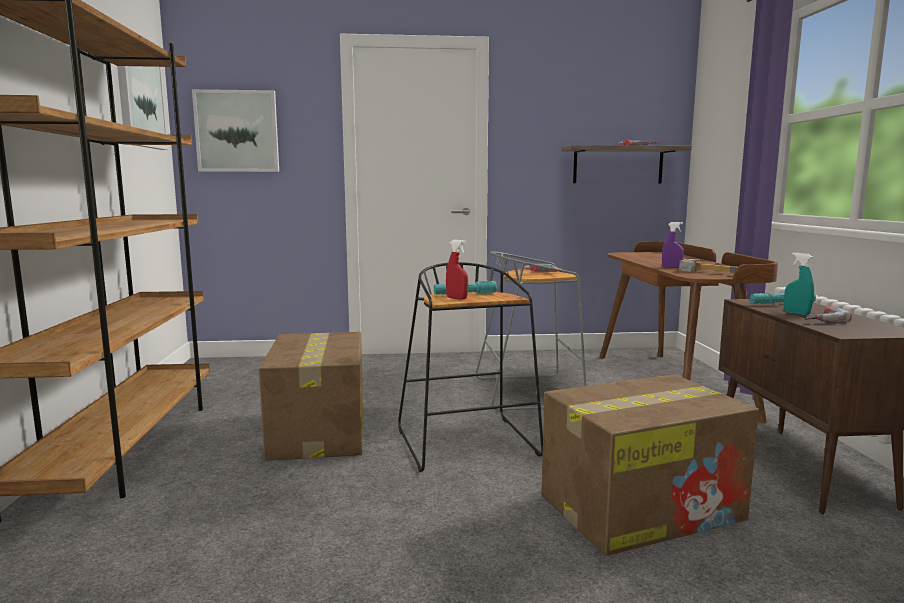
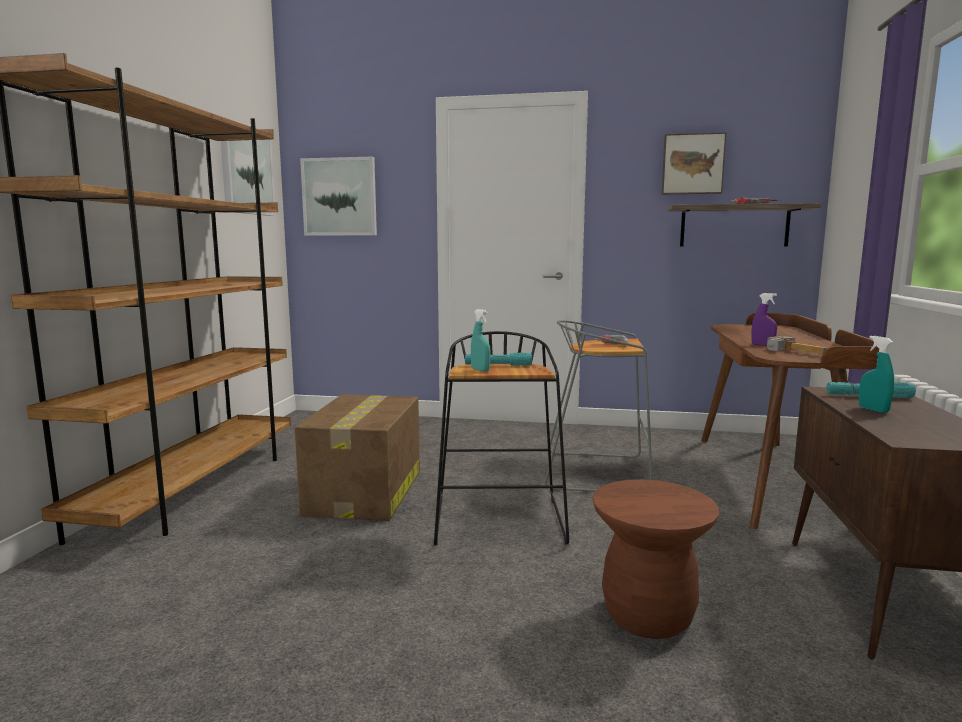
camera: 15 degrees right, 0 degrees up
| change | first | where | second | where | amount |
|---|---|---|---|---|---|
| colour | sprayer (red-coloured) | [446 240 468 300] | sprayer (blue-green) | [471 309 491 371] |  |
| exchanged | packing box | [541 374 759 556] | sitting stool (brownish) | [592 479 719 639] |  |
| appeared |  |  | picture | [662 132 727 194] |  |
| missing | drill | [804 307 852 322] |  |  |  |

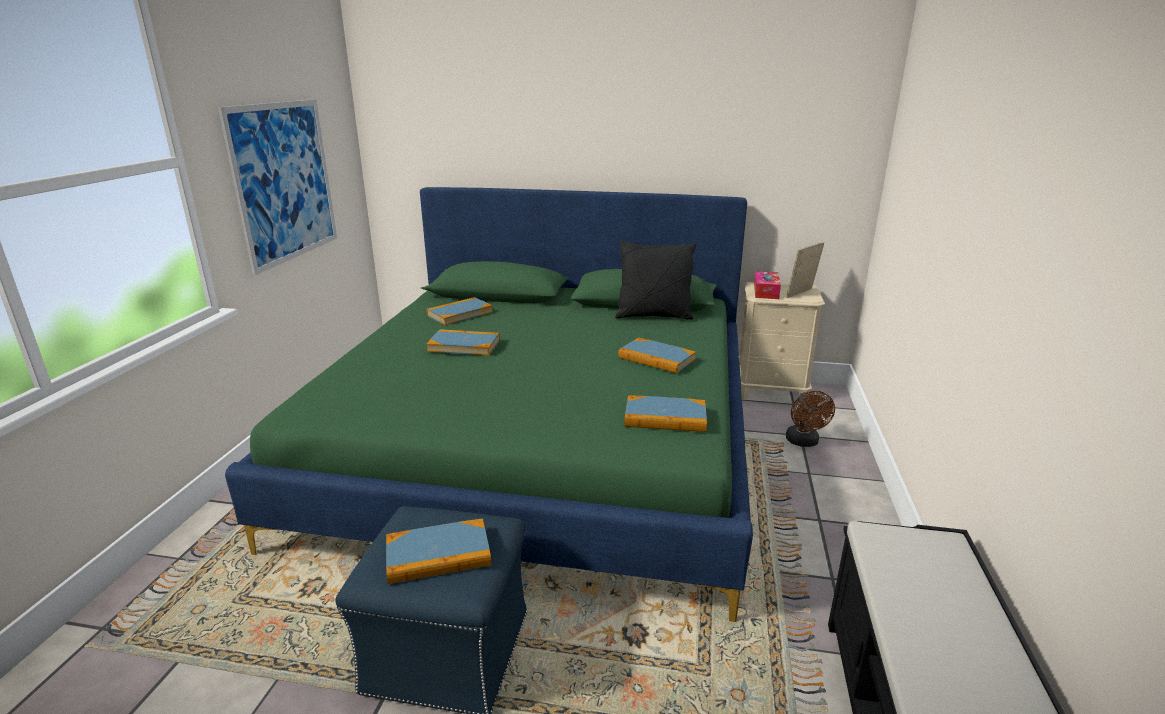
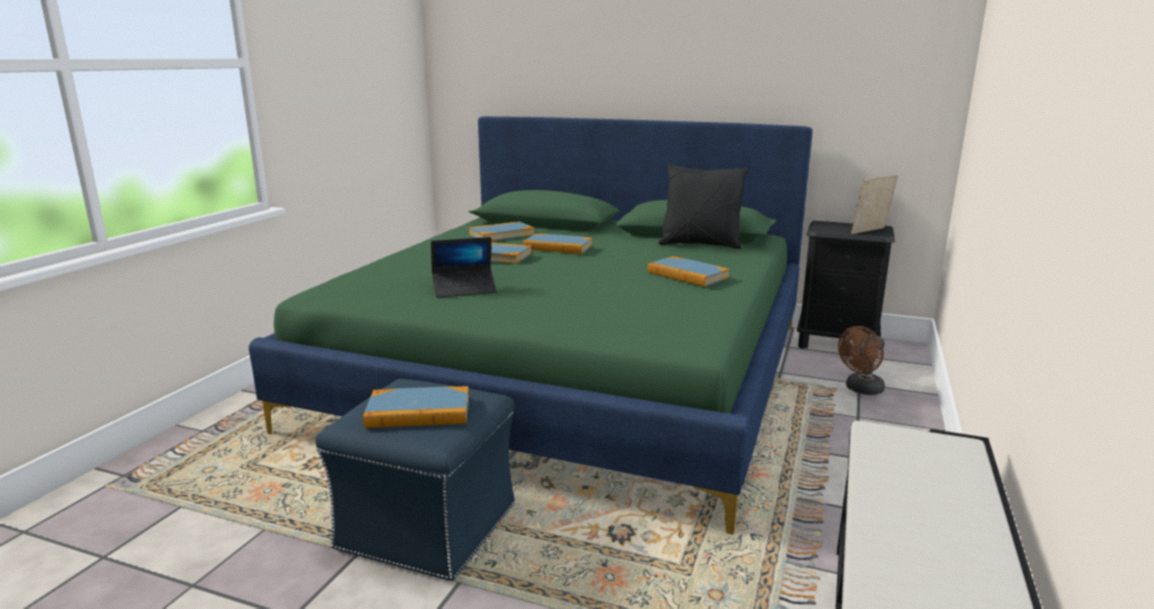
camera: 10 degrees right, 5 degrees down
| change | first | where | second | where | amount |
|---|---|---|---|---|---|
| appeared |  |  | portable computer | [431 237 497 298] |  |
| relocated | book | [624 395 707 432] |  | [523 233 593 254] |  |
| colour | night table (beige) | [739 282 825 400] | night table (black) | [797 221 895 349] |  |
| spun | cooling fan (brownish) | [786 391 835 447] |  | [838 326 885 395] | 45 degrees clockwise |
| missing | picture | [218 99 337 275] |  |  |  |
| missing | tissue holder | [754 271 781 299] |  |  |  |

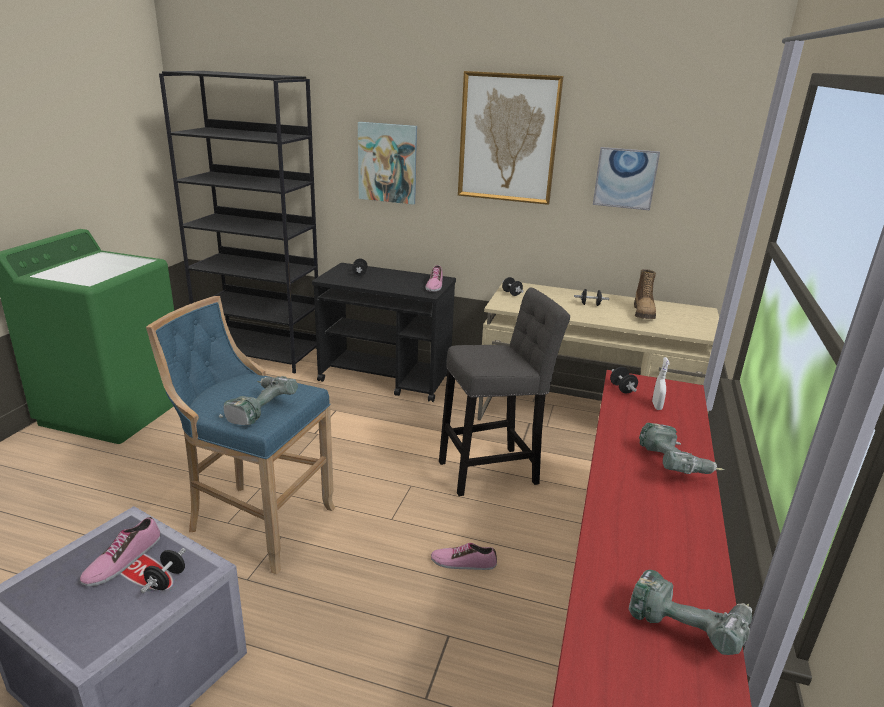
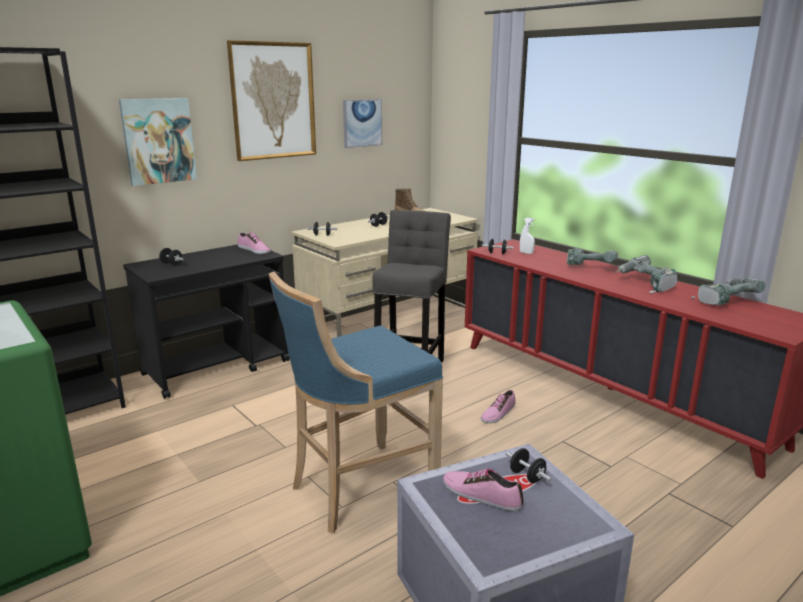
camera: 55 degrees left, 5 degrees down
| change | first | where | second | where | amount |
|---|---|---|---|---|---|
| spun | low shoe | [80 517 161 586] |  | [443 469 524 511] | 150 degrees clockwise |
| relocated | drill | [219 376 298 425] |  | [613 255 677 293] |  |

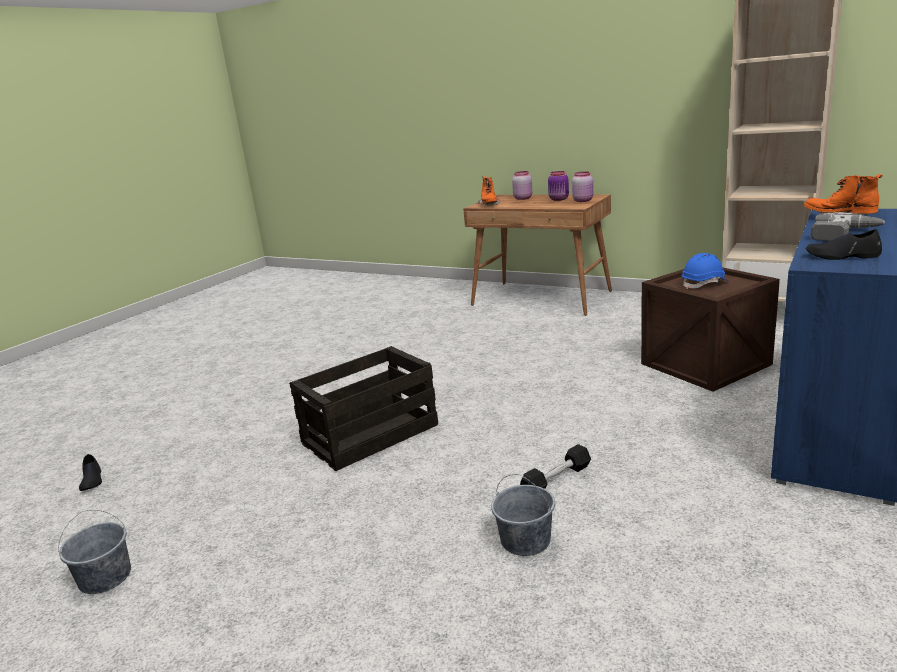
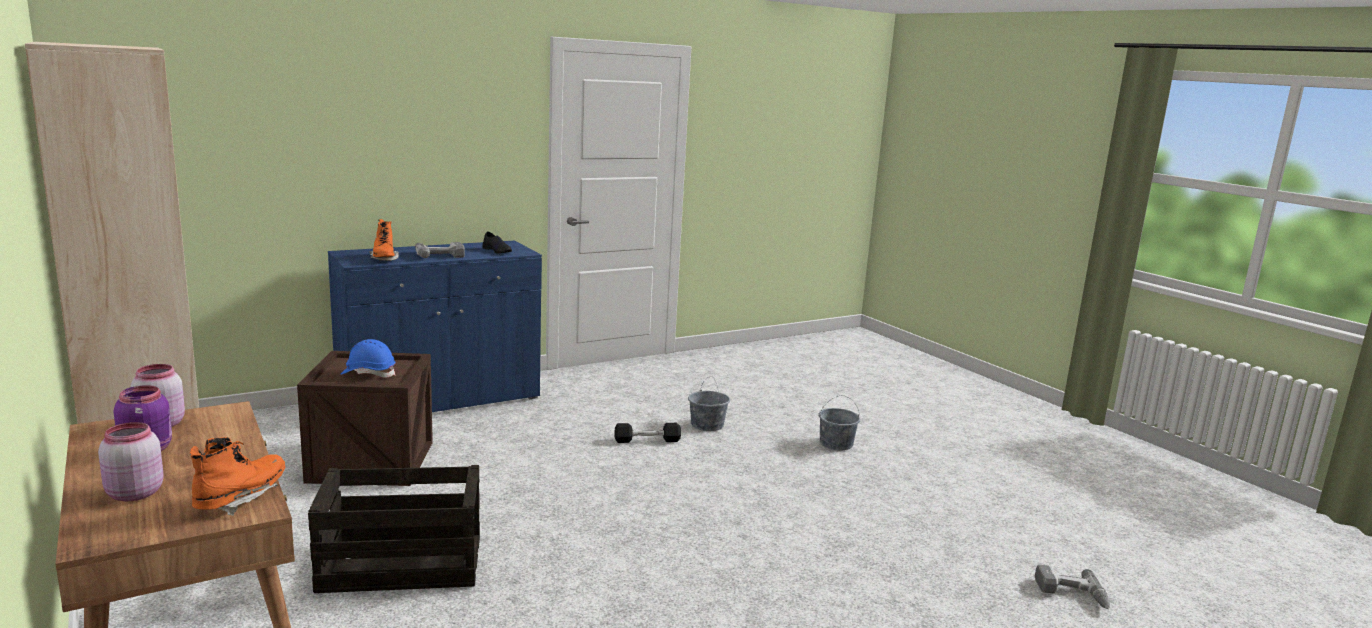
camera: 155 degrees left, 5 degrees down
| change | first | where | second | where | amount |
|---|---|---|---|---|---|
| relocated | packing crate | [289 346 438 471] |  | [308 465 480 593] |  |
| relocated | pail (greyish) | [58 510 131 594] |  | [819 395 860 450] |  |
| exchanged | low shoe (black) | [79 454 102 491] | drill | [1035 565 1110 609] |  |

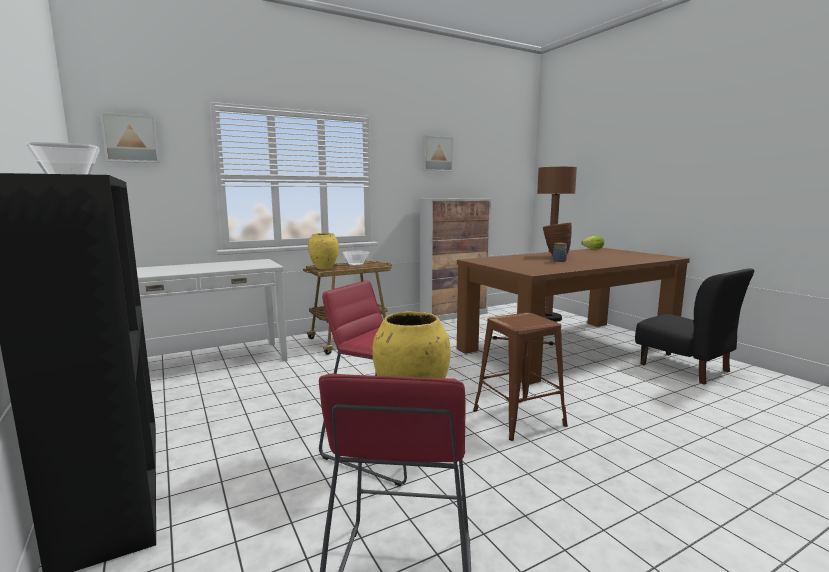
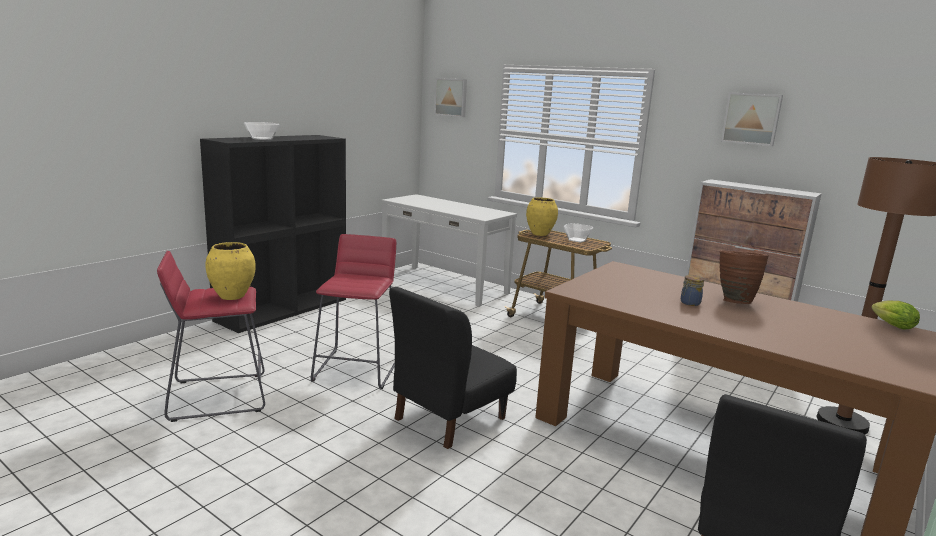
camera: 65 degrees right, 5 degrees up
| change | first | where | second | where | amount |
|---|---|---|---|---|---|
| exchanged | sitting stool (brownish) | [473 313 568 441] | plain chair (black) | [389 287 517 449] |  |

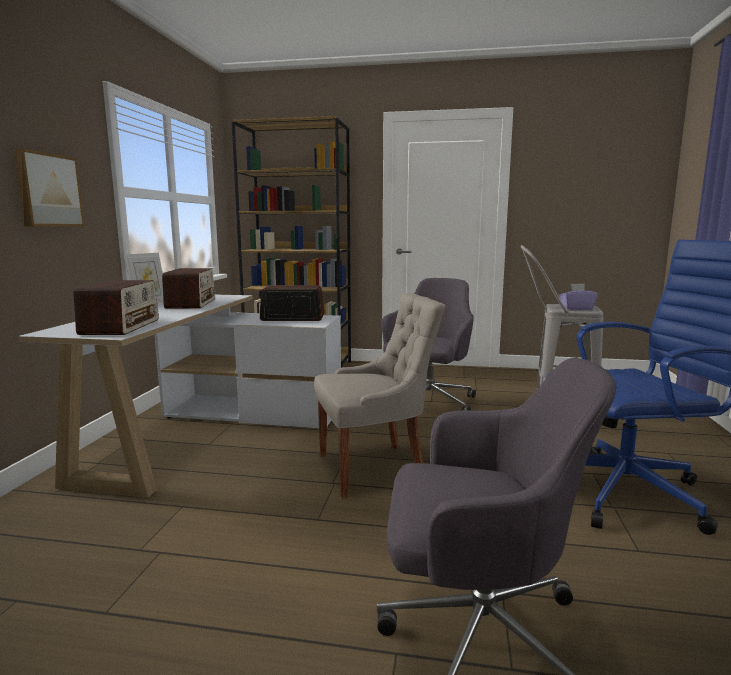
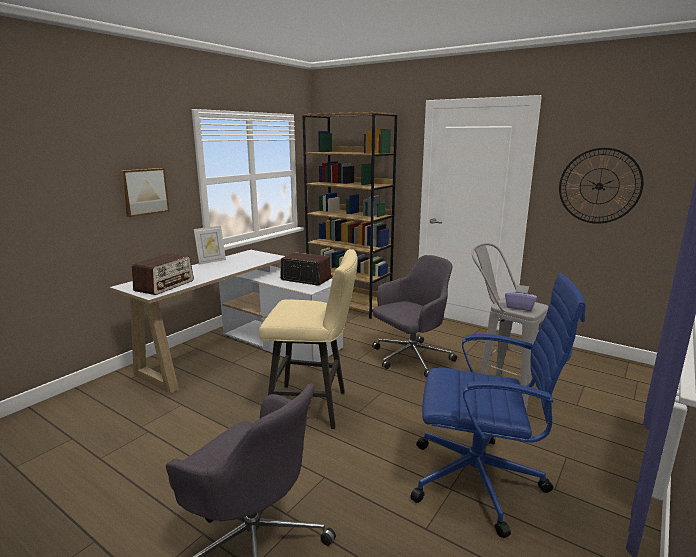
camera: 25 degrees right, 5 degrees up
| change | first | where | second | where | amount |
|---|---|---|---|---|---|
| exchanged | plain chair (greyish) | [314 293 445 498] | sitting stool (beige) | [259 249 358 429] |  |
| appeared |  |  | clock on the wall | [559 148 644 224] |  |
| missing | radio set | [162 268 216 309] |  |  |  |

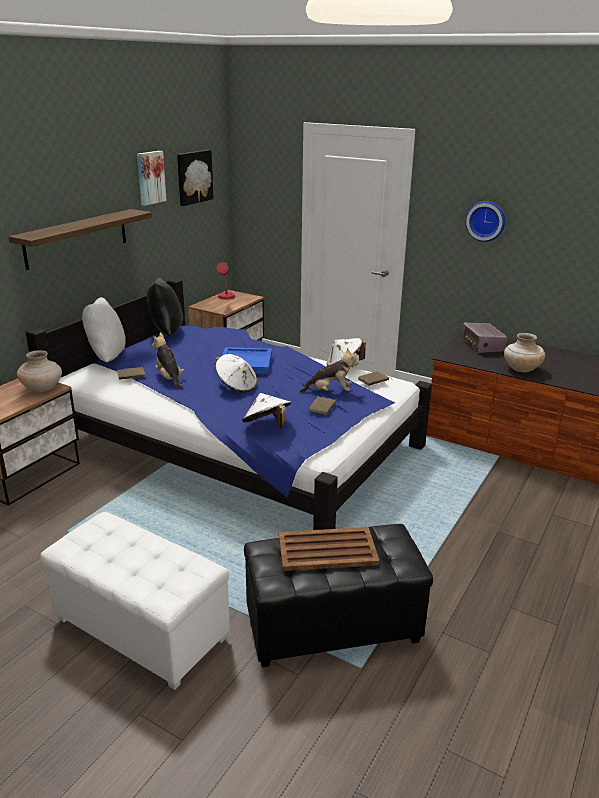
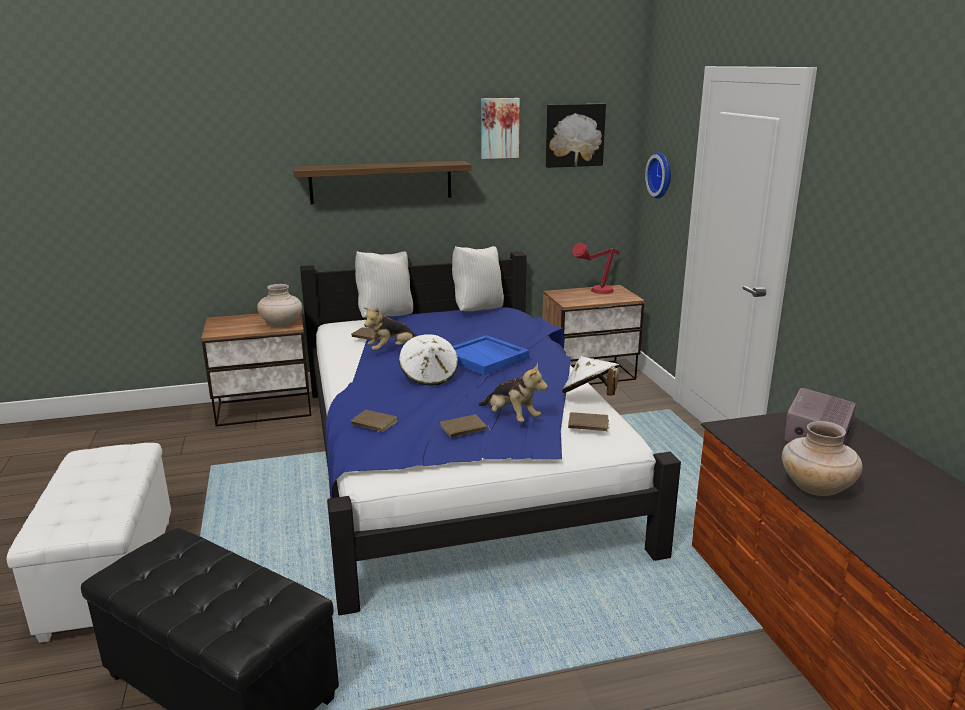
camera: 45 degrees right, 5 degrees down
| change | first | where | second | where | amount |
|---|---|---|---|---|---|
| exchanged | wearable hat (white) | [242 393 291 428] | book (brownish) | [351 410 398 433] |  |
| spun | cuddly toy | [152 333 184 390] |  | [364 307 418 351] | 135 degrees counterclockwise |
| colour | cushion (black) | [146 278 183 336] | cushion (white) | [452 246 504 311] |  |
| relocated | clock on the wall | [466 201 505 242] |  | [645 152 671 198] |  |
| missing | tray (brownish) | [278 527 379 571] |  |  |  |

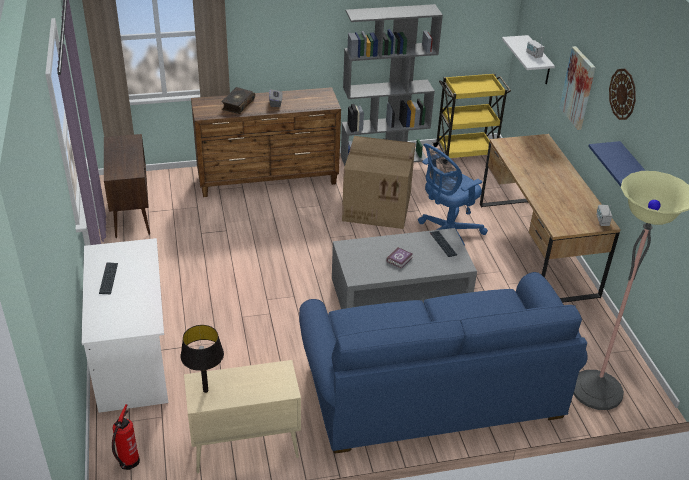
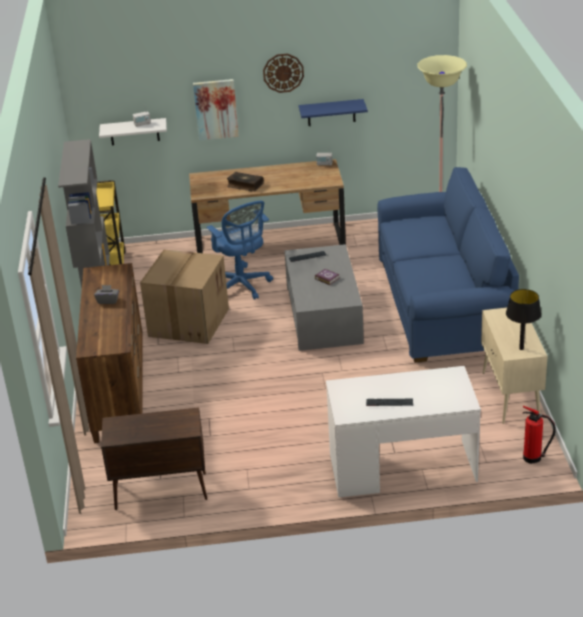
camera: 80 degrees left, 5 degrees down
| change | first | where | second | where | amount |
|---|---|---|---|---|---|
| relocated | book | [221 87 255 114] |  | [227 172 264 192] |  |

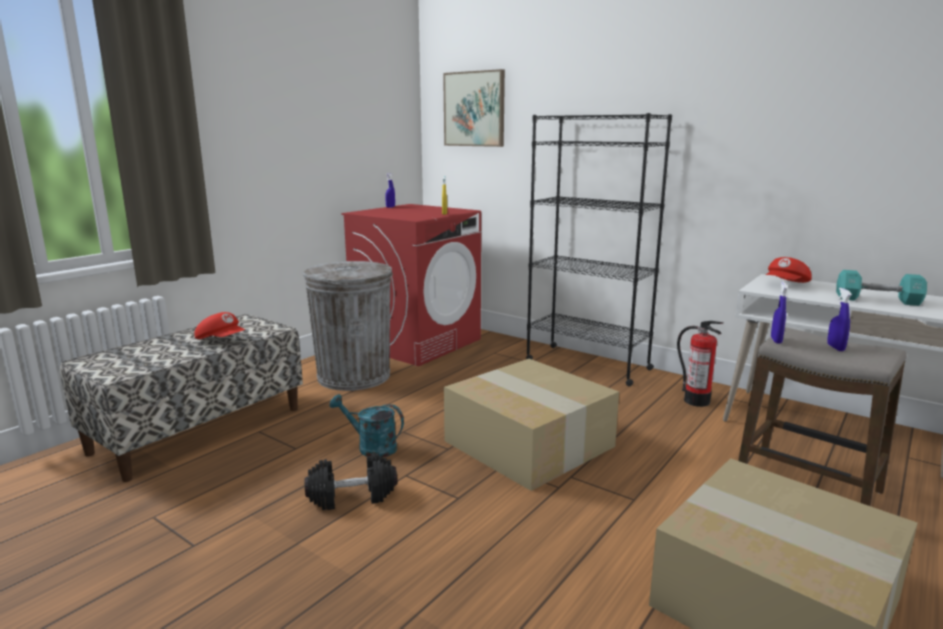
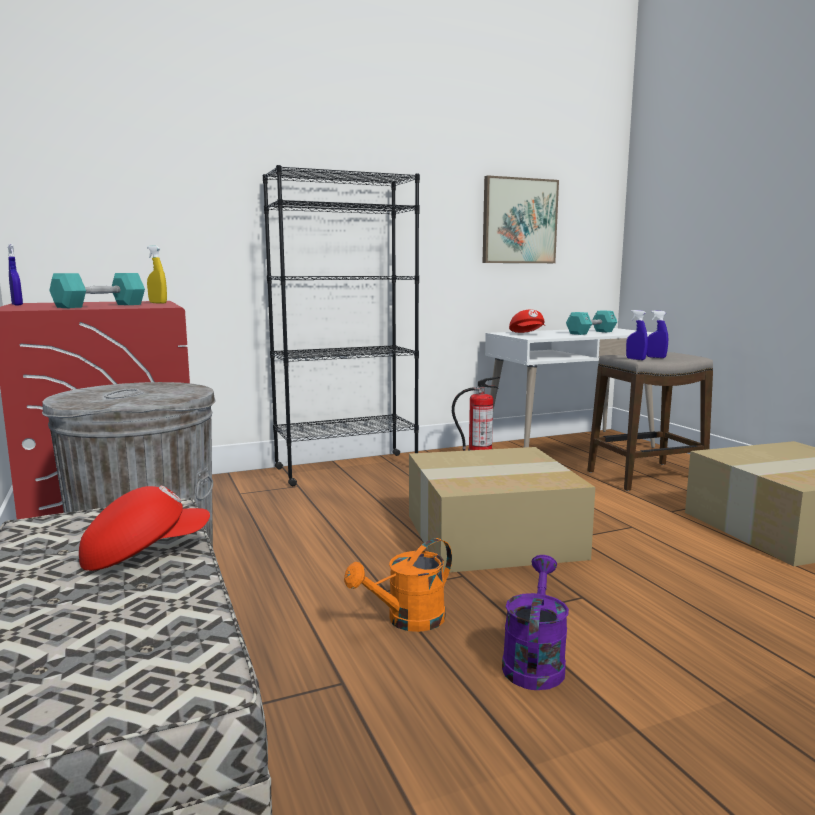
camera: 60 degrees left, 5 degrees down
| change | first | where | second | where | amount |
|---|---|---|---|---|---|
| appeared |  |  | free weight (blue-green) | [49 273 145 308] |  |
| colour | sprinkling can (blue-green) | [329 394 404 457] | sprinkling can (orange) | [344 538 452 632] |  |
| relocated | picture | [443 69 505 147] |  | [483 175 559 263] |  |
| exchanged | free weight (black) | [304 453 397 510] | sprinkling can (purple) | [502 555 569 690] |  |

